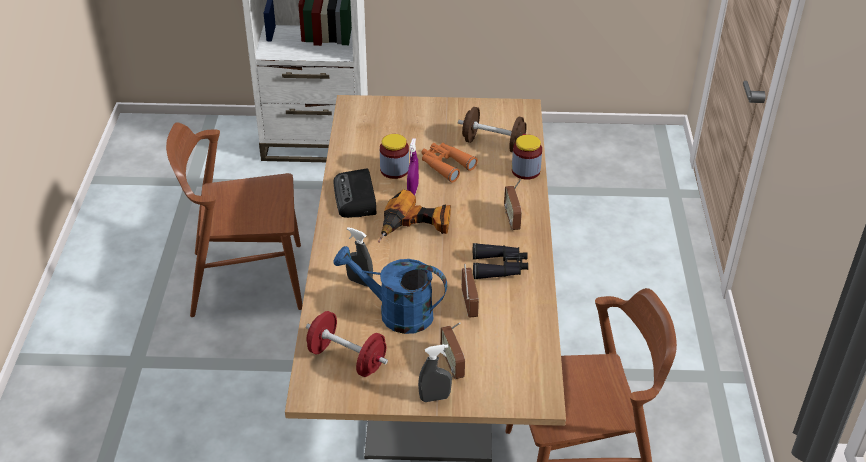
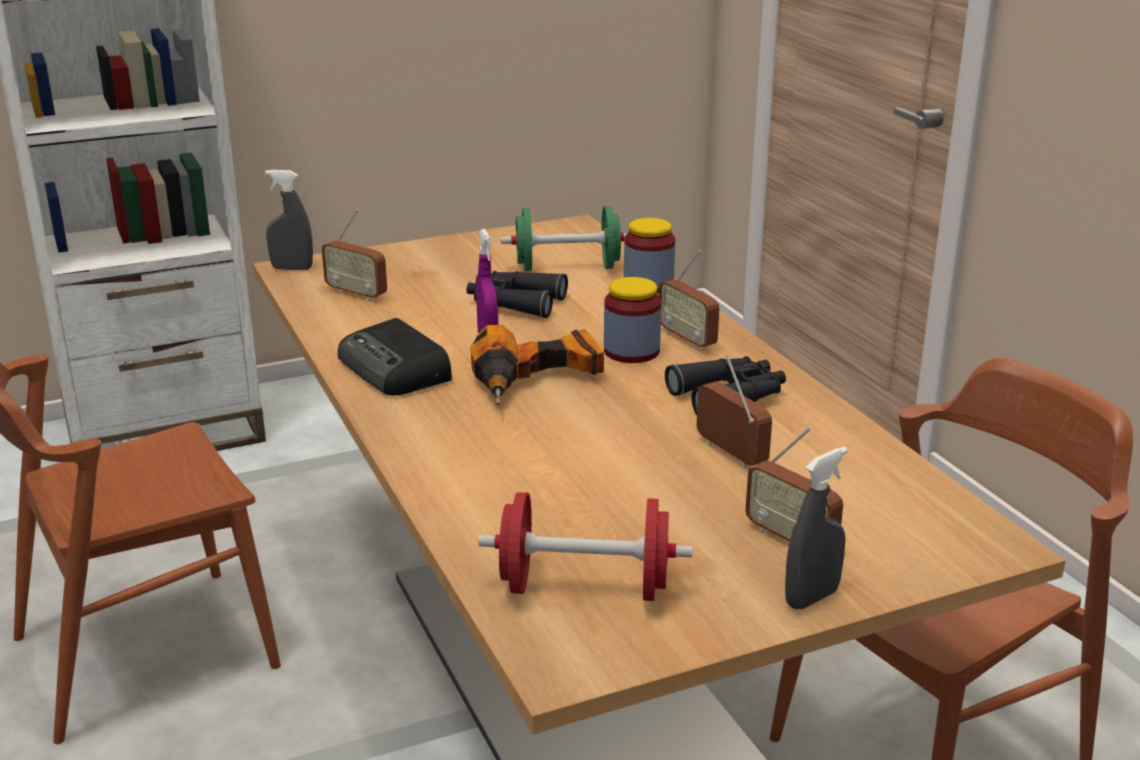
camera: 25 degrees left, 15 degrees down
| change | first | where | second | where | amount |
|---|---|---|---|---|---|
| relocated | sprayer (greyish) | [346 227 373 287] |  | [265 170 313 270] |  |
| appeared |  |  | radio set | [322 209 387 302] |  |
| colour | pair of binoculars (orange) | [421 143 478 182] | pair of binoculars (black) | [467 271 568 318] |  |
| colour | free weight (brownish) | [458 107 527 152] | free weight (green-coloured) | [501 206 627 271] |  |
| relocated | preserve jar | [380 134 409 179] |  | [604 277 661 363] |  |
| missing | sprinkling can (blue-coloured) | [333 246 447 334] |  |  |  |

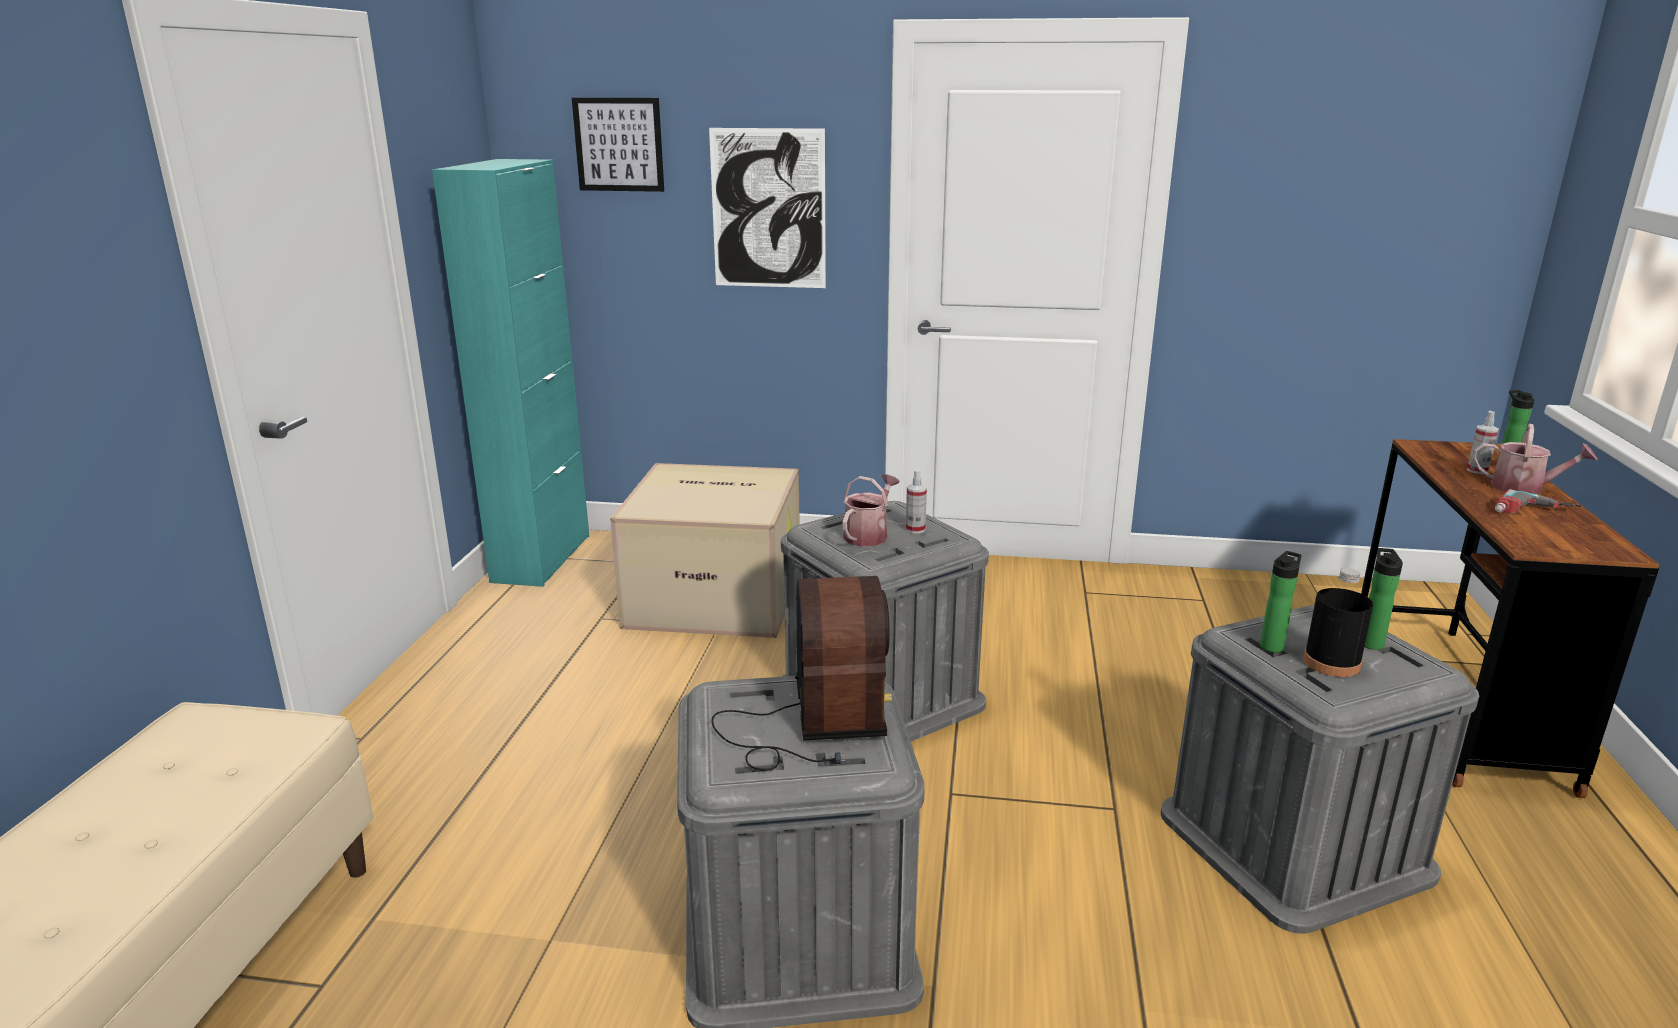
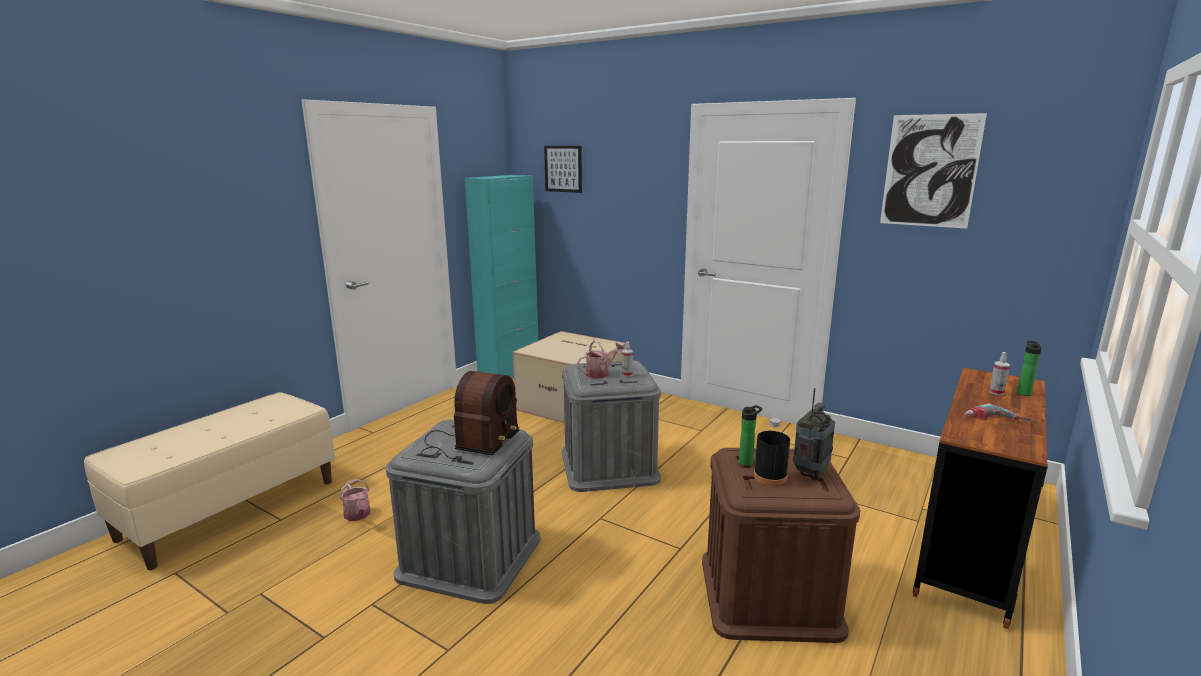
camera: 25 degrees right, 5 degrees down
| change | first | where | second | where | amount |
|---|---|---|---|---|---|
| relocated | sprinkling can | [1473 424 1597 494] |  | [339 479 370 521] |  |
| colour | storage box (greyish) | [1160 605 1479 934] | storage box (brownish) | [702 448 860 643] |  |
| exchanged | bottle | [1365 548 1403 650] | radio set | [793 388 835 479] |  |
| relocated | picture | [709 128 826 288] |  | [880 113 987 229] |  |

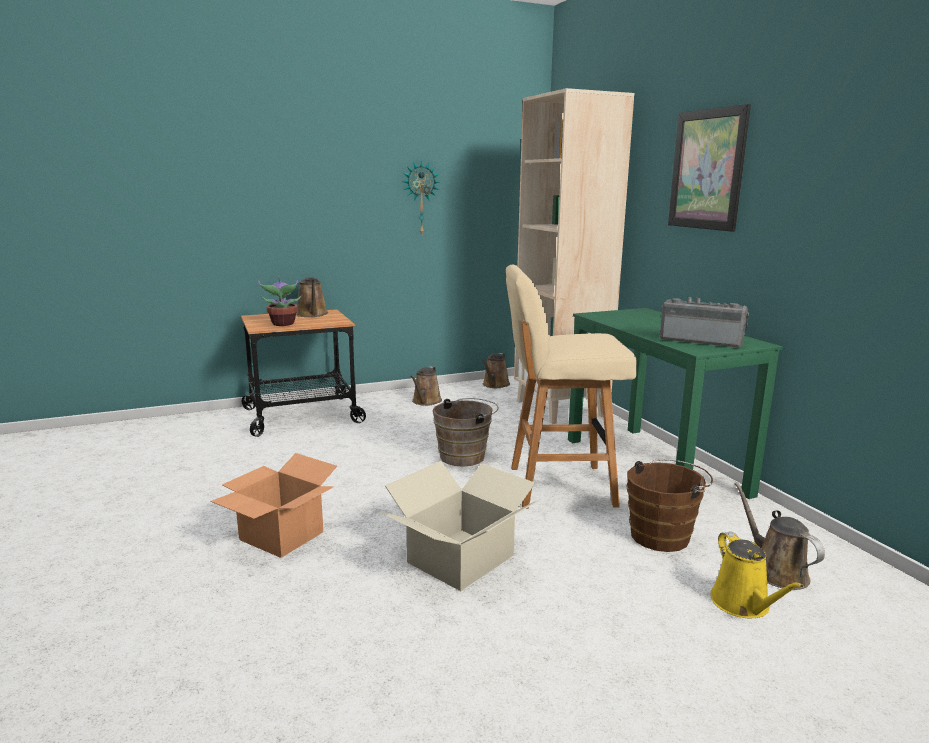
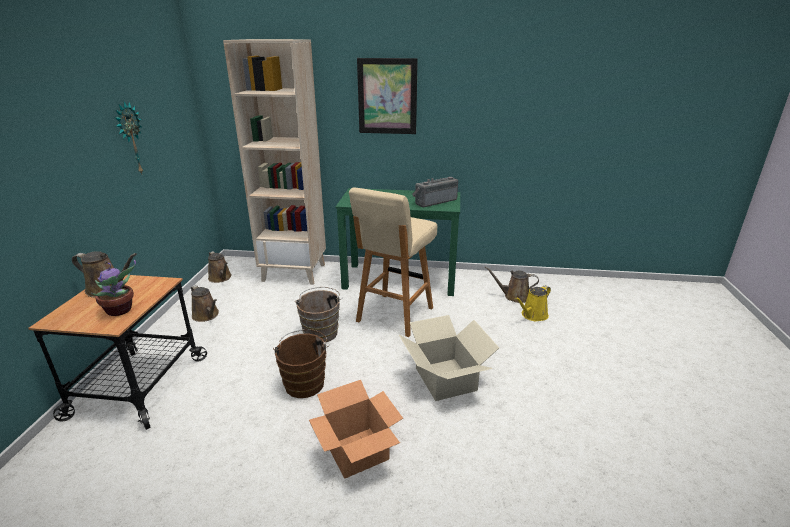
camera: 60 degrees left, 10 degrees up
| change | first | where | second | where | amount |
|---|---|---|---|---|---|
| relocated | pail (brownish) | [627 459 713 552] |  | [273 329 330 398] |  |
| spun | sprinkling can (yellow) | [711 531 804 618] |  | [515 286 551 321] | 120 degrees clockwise |

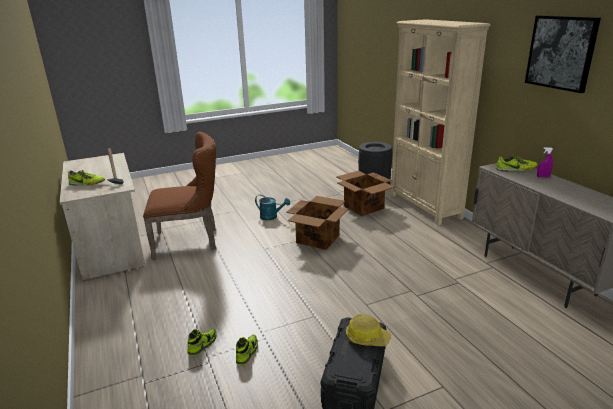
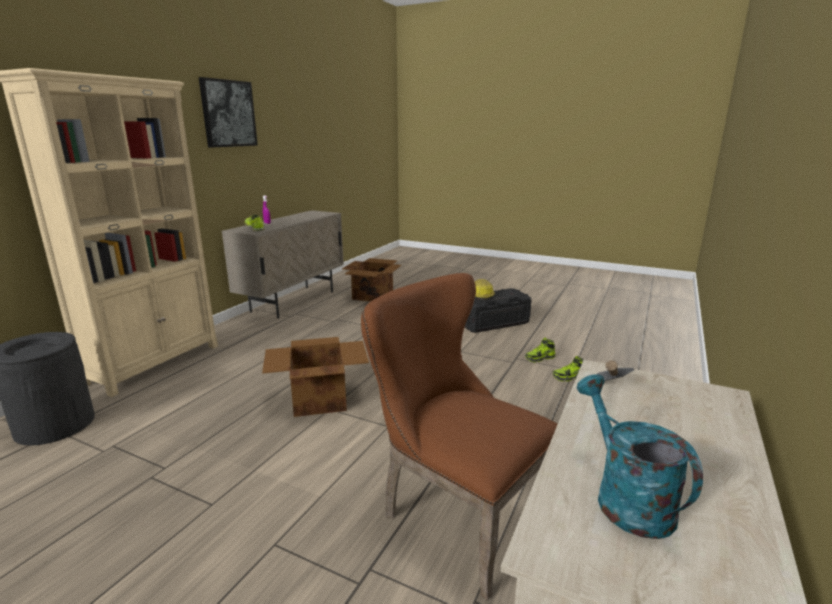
camera: 130 degrees left, 5 degrees down
| change | first | where | second | where | amount |
|---|---|---|---|---|---|
| relocated | packing box | [337 171 395 216] |  | [342 258 401 302] |  |
| relocated | sprinkling can (blue-green) | [255 195 290 220] |  | [577 374 703 539] |  |
| missing | low shoe | [68 170 105 186] |  |  |  |

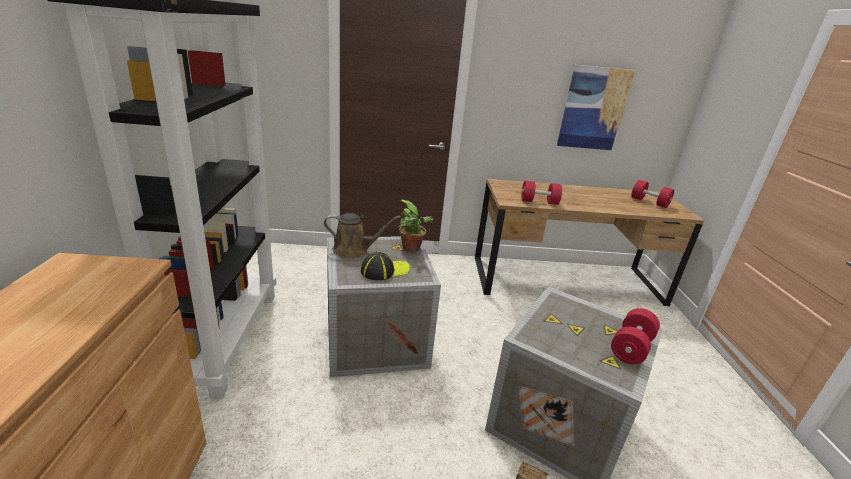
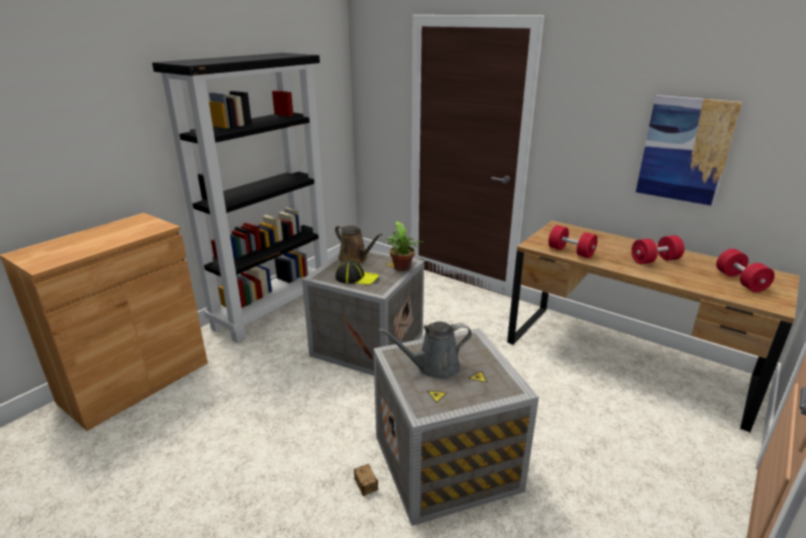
camera: 40 degrees right, 0 degrees up
| change | first | where | second | where | amount |
|---|---|---|---|---|---|
| appeared |  |  | sprinkling can (greyish) | [379 322 472 379] |  |
| relocated | free weight (red-coloured) | [611 308 660 364] |  | [631 235 684 264] |  |

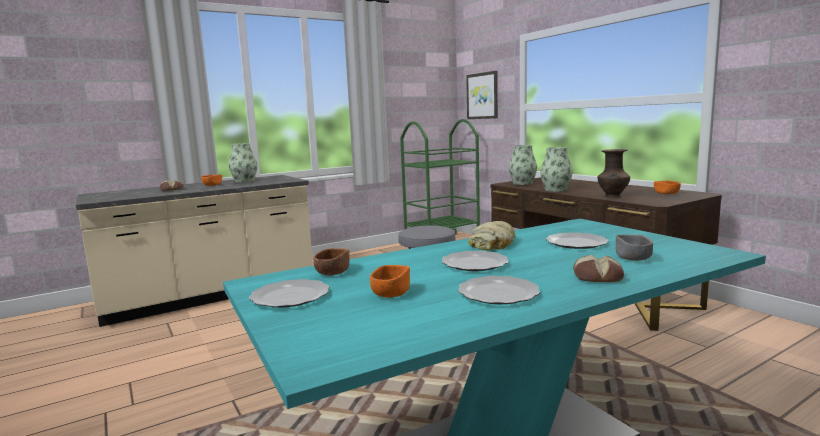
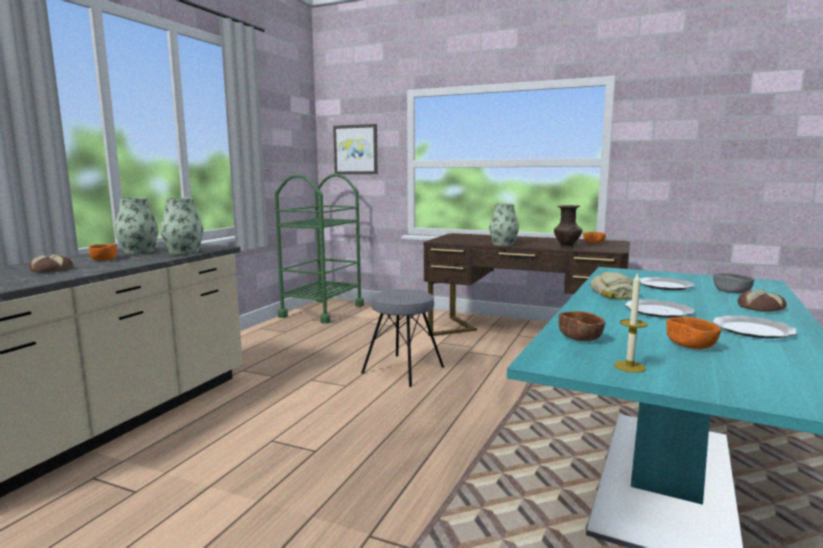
camera: 35 degrees left, 0 degrees up
| change | first | where | second | where | amount |
|---|---|---|---|---|---|
| relocated | decorative vase | [509 145 537 185] |  | [160 198 204 255] |  |
| exchanged | flat dish | [249 279 329 308] | wax light | [614 272 648 373] |  |

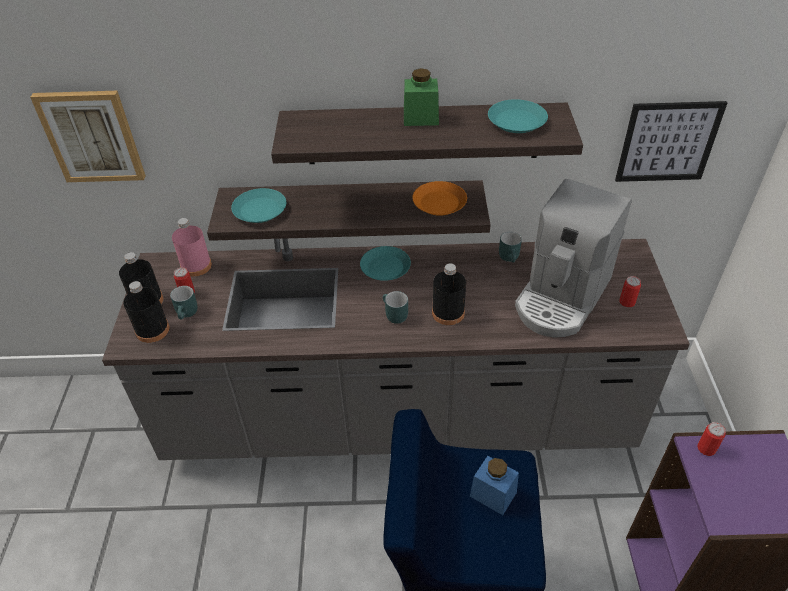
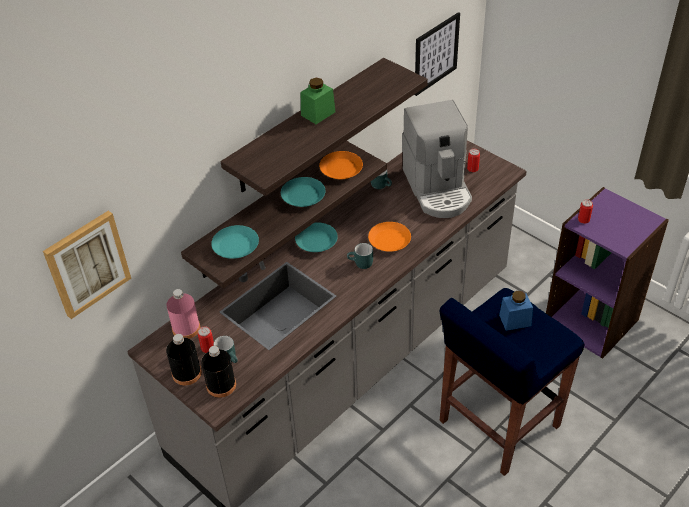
camera: 45 degrees left, 0 degrees up
| change | first | where | second | where | amount |
|---|---|---|---|---|---|
| relocated | flat dish (blue-green) | [488 99 548 133] |  | [281 177 325 207] |  |
| exchanged | bottle (black) | [432 263 466 325] | flat dish (orange) | [368 222 411 252] |  |

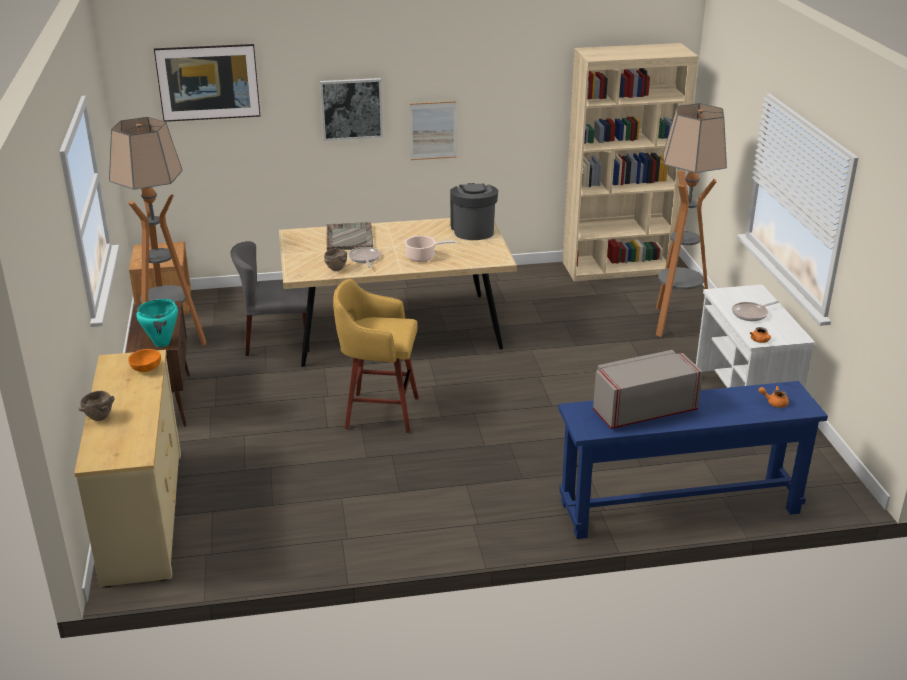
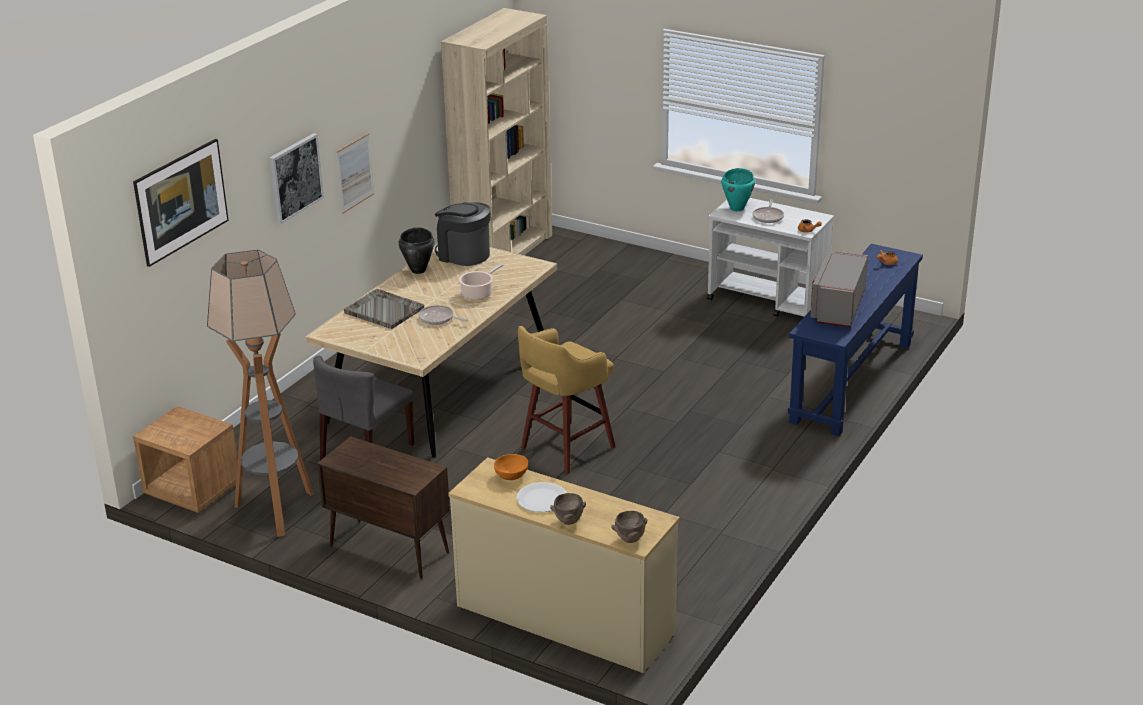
camera: 50 degrees left, 0 degrees up
| change | first | where | second | where | amount |
|---|---|---|---|---|---|
| appeared |  |  | cooking pot (black) | [399 227 435 274] |  |
| appeared |  |  | flat dish (white) | [516 482 567 512] |  |
| relocated | serving bowl (brownish) | [324 248 347 271] |  | [611 511 647 543] |  |
| relocated | cooking pot (blue-green) | [136 299 178 347] |  | [721 168 755 211] |  |
| missing | standing lamp | [656 103 727 337] |  |  |  |

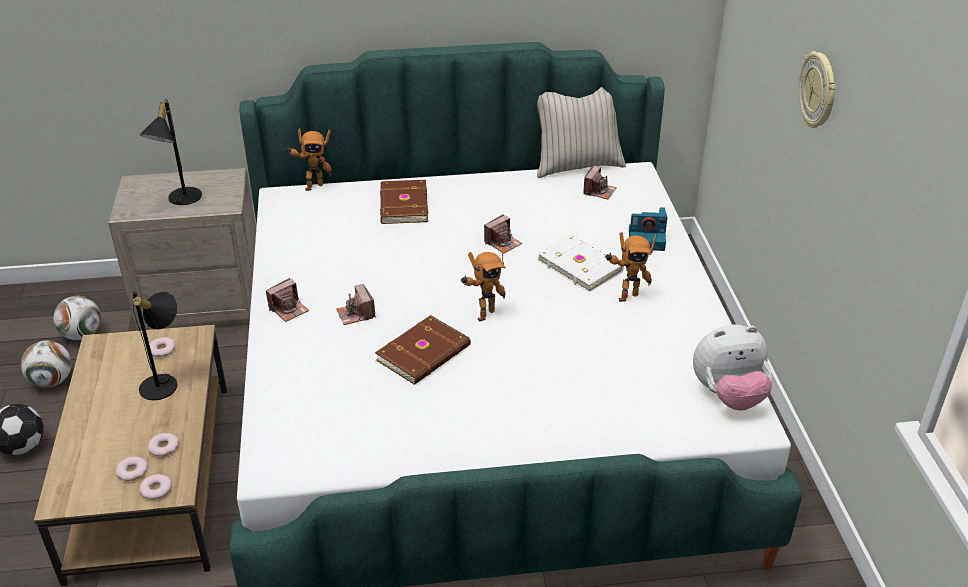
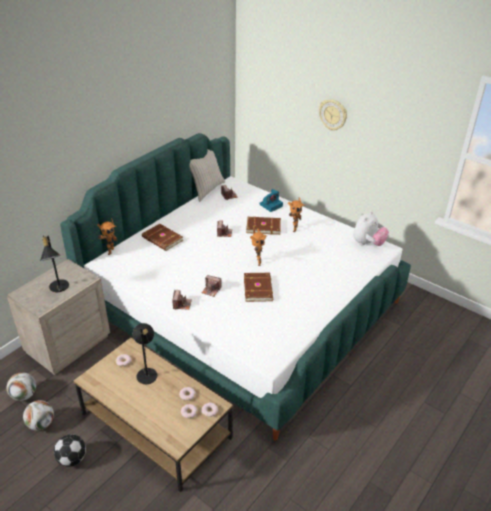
camera: 45 degrees left, 0 degrees up
| change | first | where | second | where | amount |
|---|---|---|---|---|---|
| colour | book (white) | [537 235 624 292] | book (brownish) | [246 217 281 235] |  |

